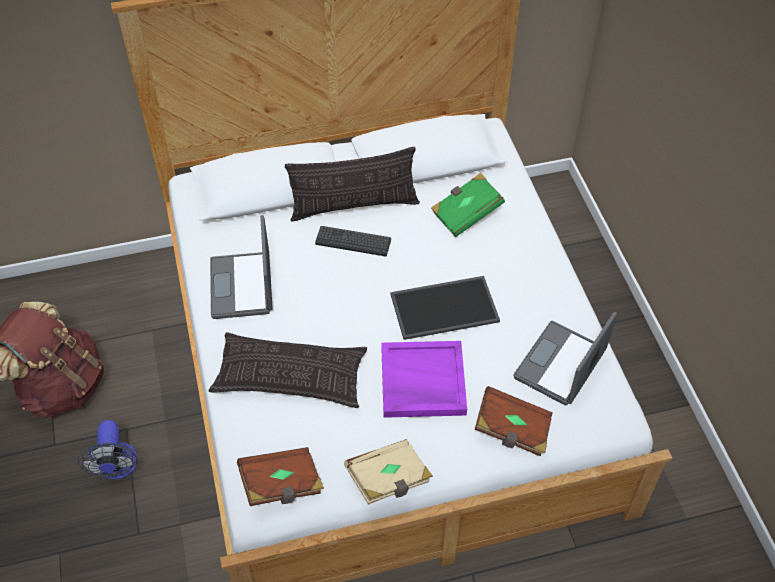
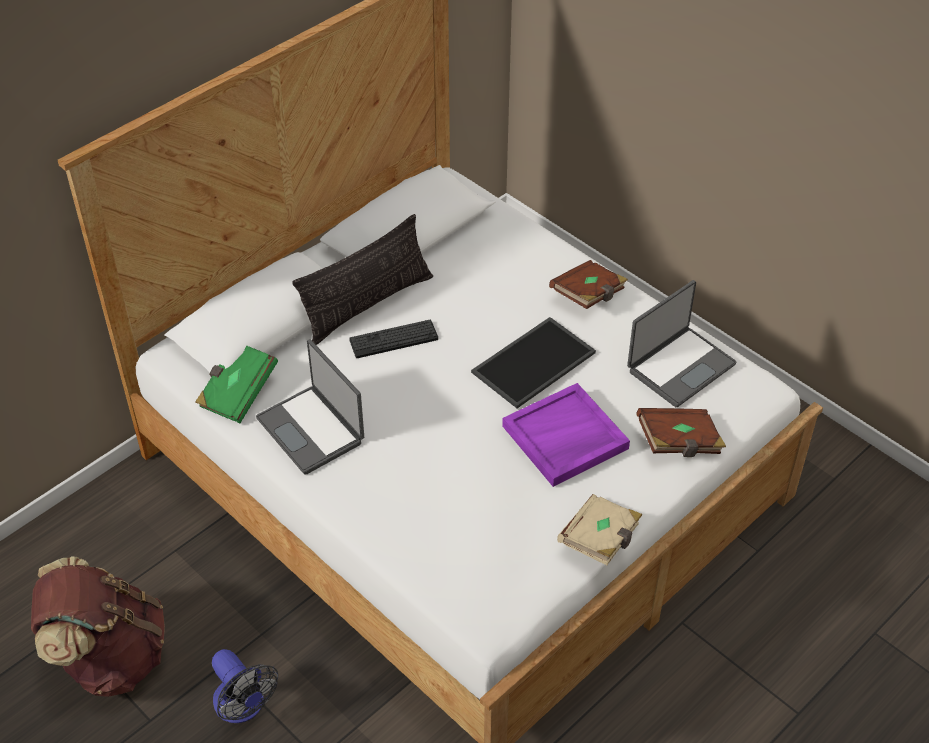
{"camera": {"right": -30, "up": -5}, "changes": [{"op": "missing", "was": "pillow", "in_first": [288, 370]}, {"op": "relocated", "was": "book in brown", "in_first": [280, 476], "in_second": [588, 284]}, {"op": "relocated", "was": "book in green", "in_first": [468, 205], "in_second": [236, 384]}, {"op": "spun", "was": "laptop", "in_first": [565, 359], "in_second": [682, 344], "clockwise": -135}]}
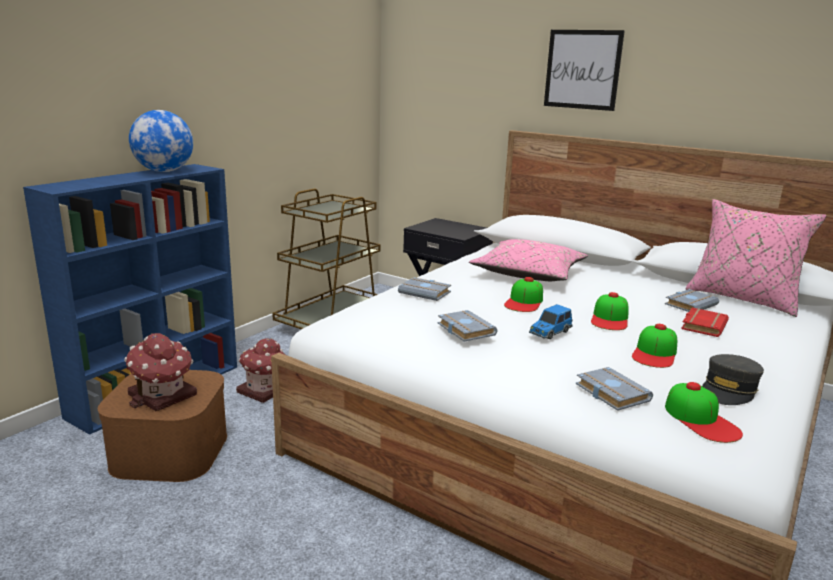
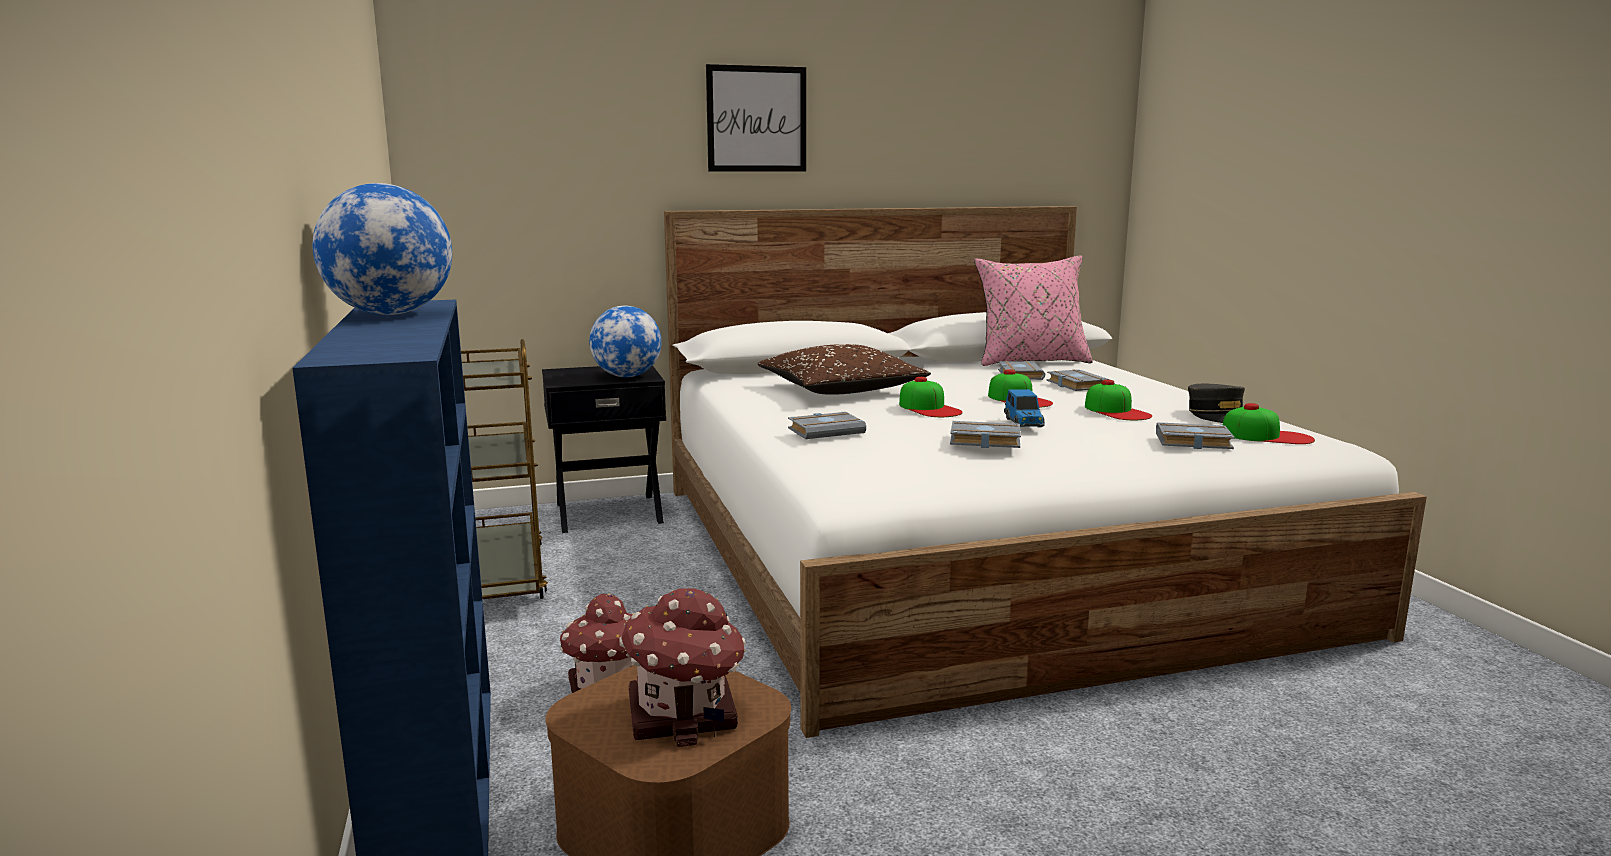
{"camera": {"right": -50, "up": -5}, "changes": [{"op": "colour", "was": "pillow in pink", "now": "pillow in brown", "in_first": [528, 260], "in_second": [844, 369]}, {"op": "colour", "was": "book in red", "now": "book in grey", "in_first": [705, 322], "in_second": [1078, 380]}, {"op": "appeared", "now": "globe", "in_second": [625, 341]}]}
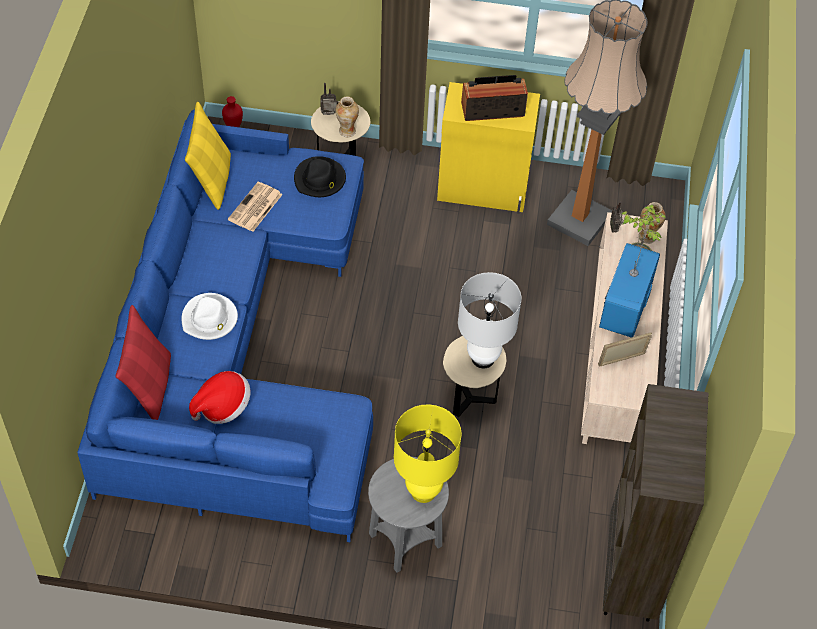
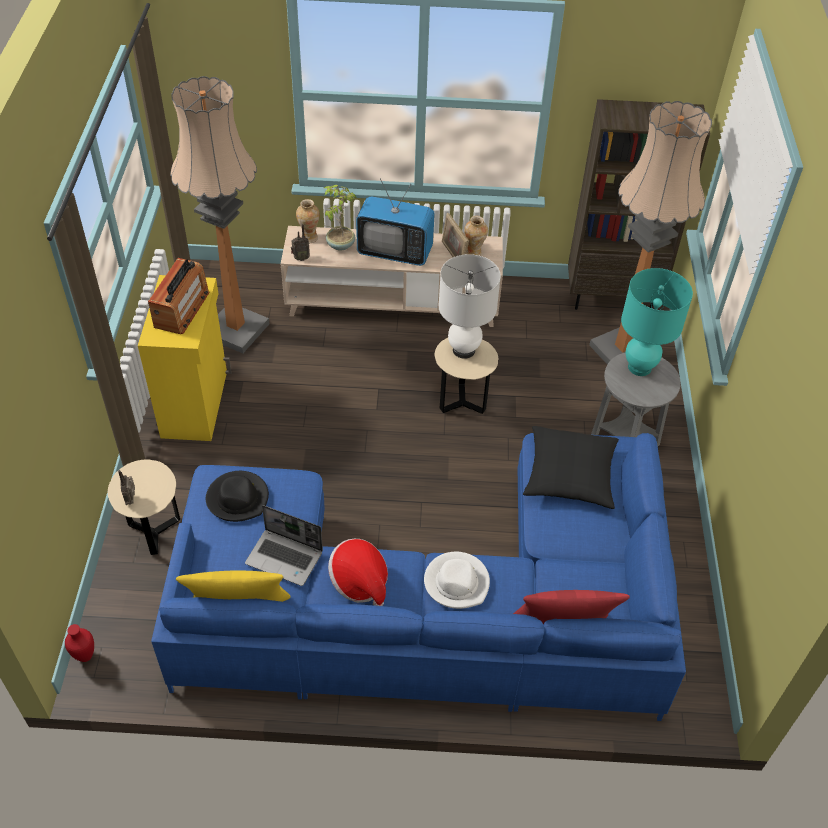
{"camera": {"right": -95, "up": -5}, "changes": [{"op": "relocated", "was": "hat", "in_first": [219, 397], "in_second": [358, 572]}, {"op": "exchanged", "was": "newspaper", "now": "laptop", "in_first": [255, 207], "in_second": [284, 545]}, {"op": "relocated", "was": "vase", "in_first": [347, 116], "in_second": [476, 236]}, {"op": "colour", "was": "table lamp in yellow", "now": "table lamp in turquoise", "in_first": [428, 453], "in_second": [657, 322]}, {"op": "spun", "was": "radio", "in_first": [494, 98], "in_second": [179, 296], "clockwise": -150}, {"op": "appeared", "now": "pillow in black", "in_second": [571, 467]}, {"op": "appeared", "now": "floor lamp", "in_second": [650, 232]}]}
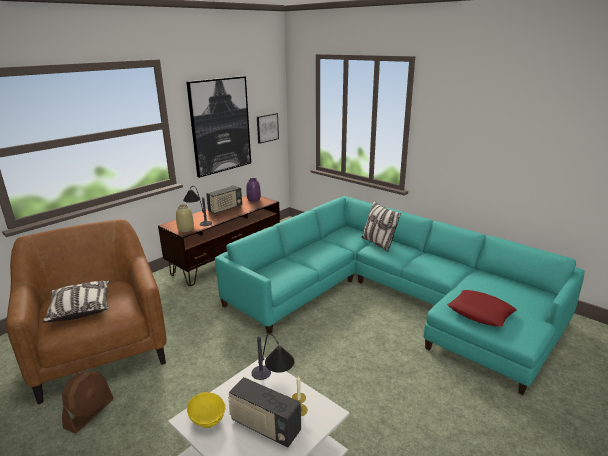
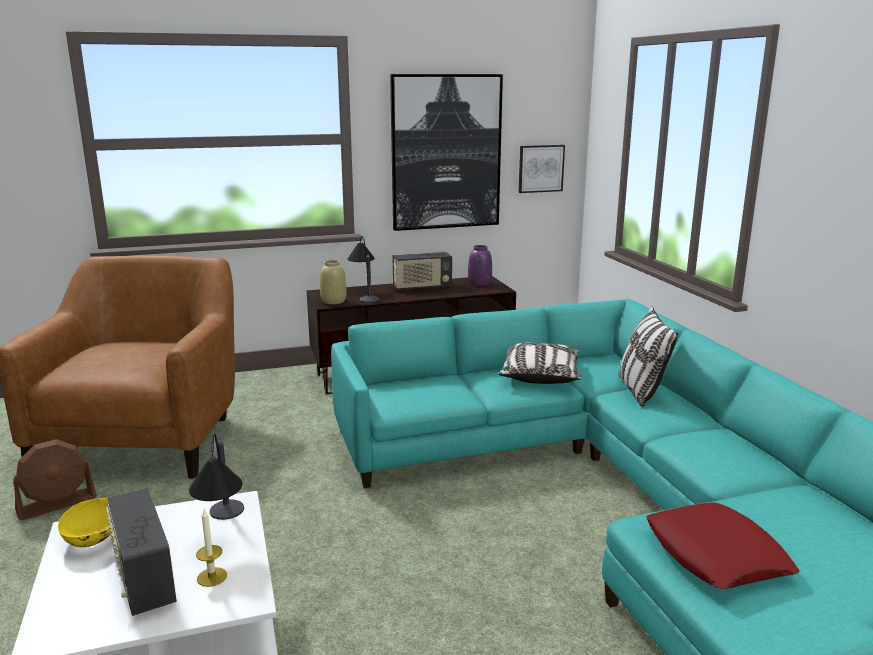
{"camera": {"right": 30, "up": -5}, "changes": [{"op": "relocated", "was": "pillow", "in_first": [75, 301], "in_second": [540, 363]}]}
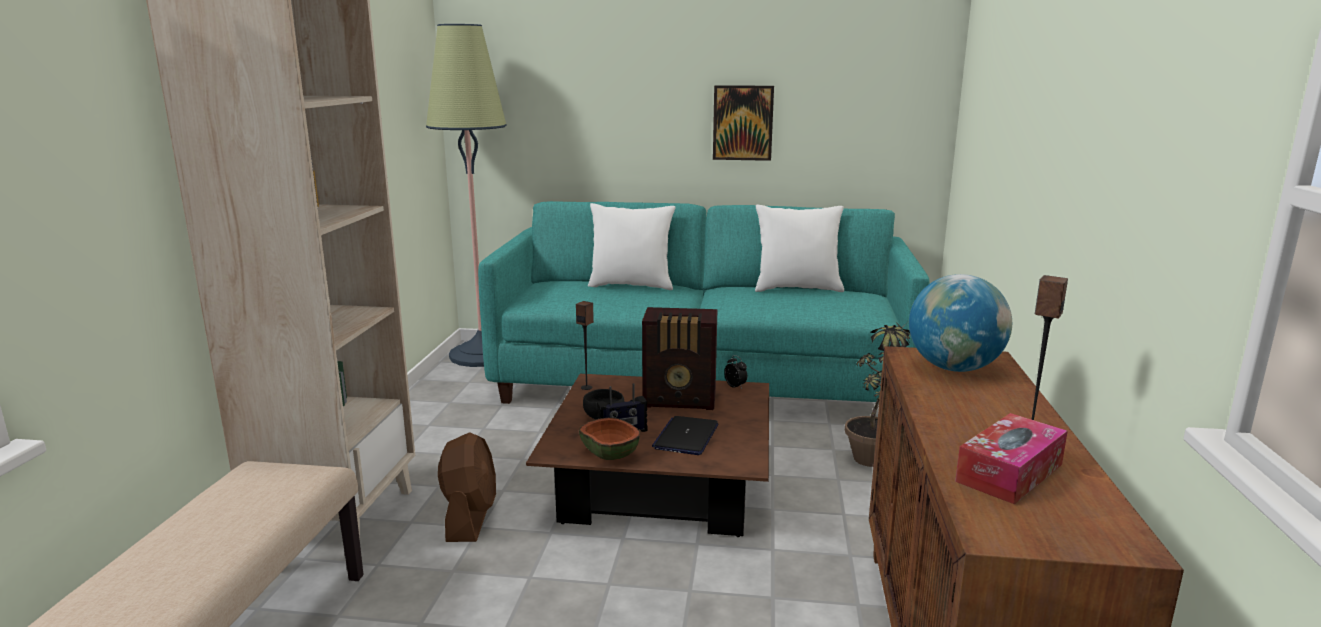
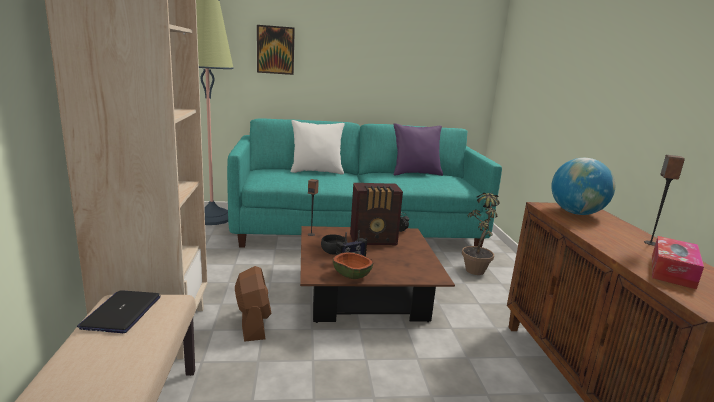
{"camera": {"right": -15, "up": 0}, "changes": [{"op": "relocated", "was": "laptop", "in_first": [685, 435], "in_second": [119, 311]}, {"op": "relocated", "was": "picture", "in_first": [743, 123], "in_second": [276, 50]}, {"op": "colour", "was": "pillow in white", "now": "pillow in purple", "in_first": [799, 248], "in_second": [418, 149]}]}
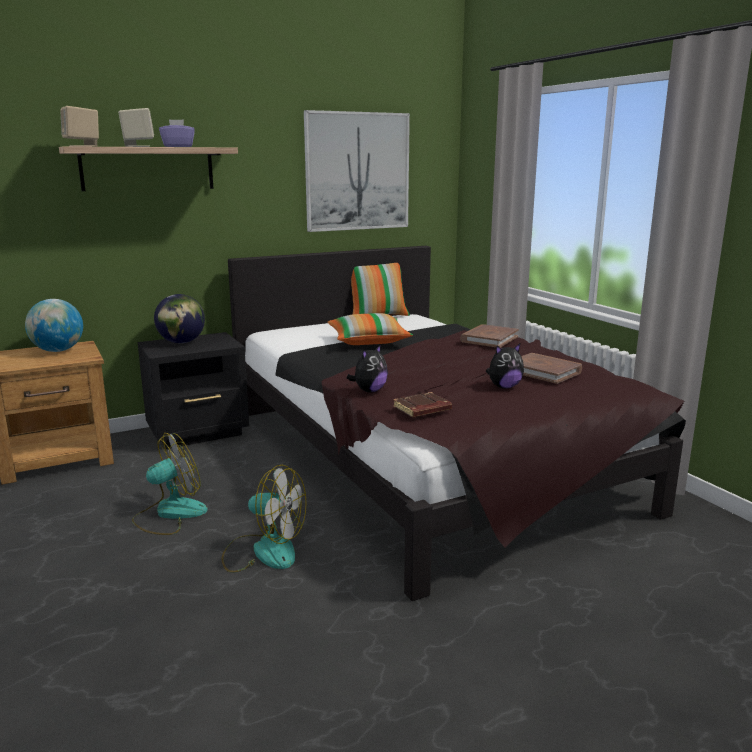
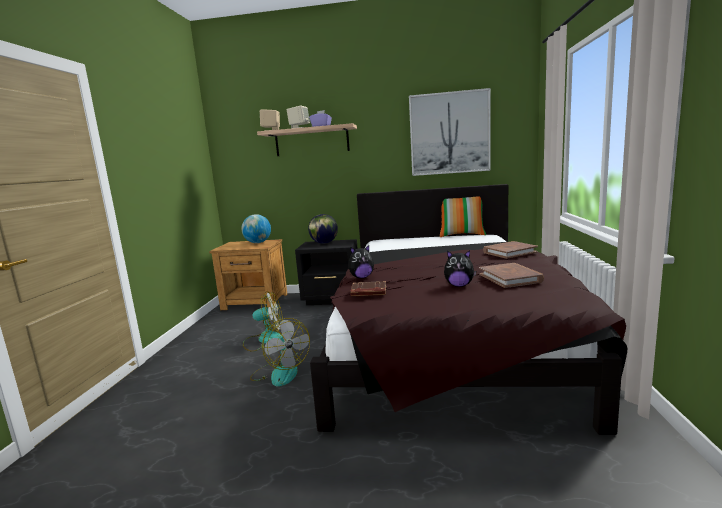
{"camera": {"right": 35, "up": -5}, "changes": [{"op": "missing", "was": "pillow", "in_first": [370, 329]}]}
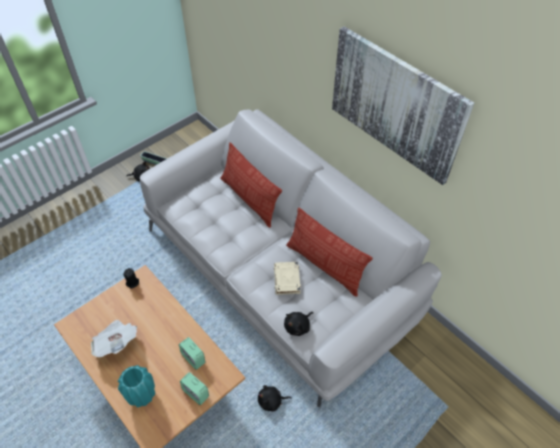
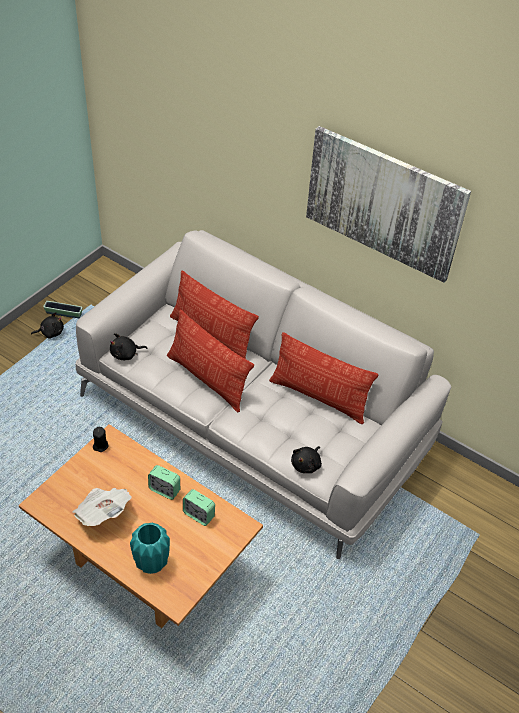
{"camera": {"right": -15, "up": -5}, "changes": [{"op": "relocated", "was": "alarm clock", "in_first": [194, 388], "in_second": [164, 482]}, {"op": "relocated", "was": "plush toy in black", "in_first": [275, 398], "in_second": [128, 346]}, {"op": "missing", "was": "book in beige", "in_first": [287, 278]}, {"op": "appeared", "now": "pillow", "in_second": [210, 360]}]}
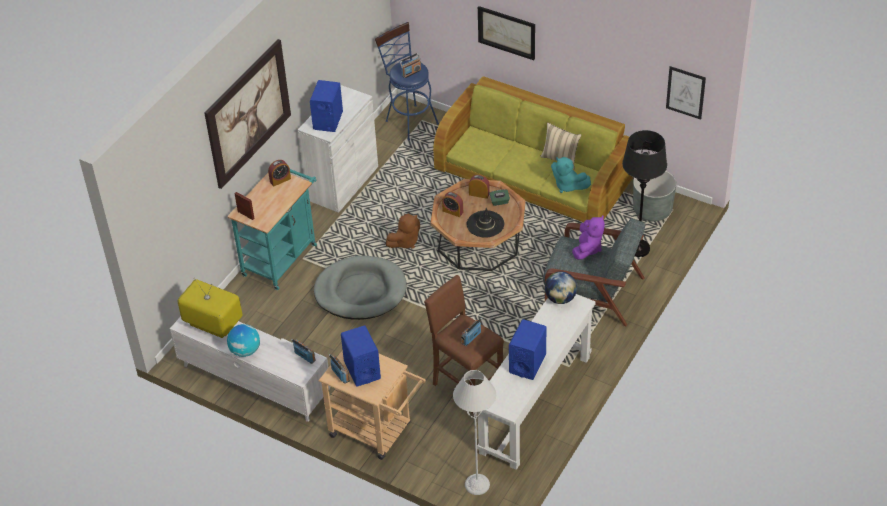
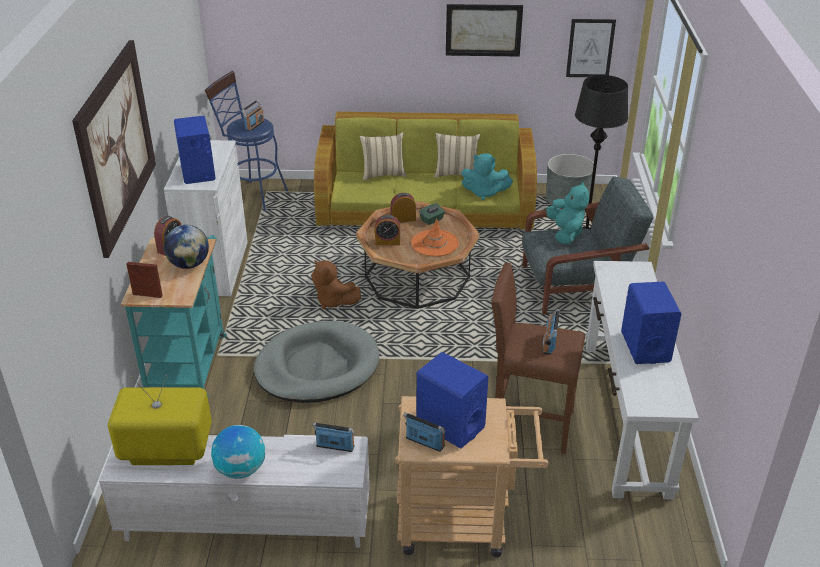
{"camera": {"right": -30, "up": -10}, "changes": [{"op": "spun", "was": "plush toy in brown", "in_first": [403, 231], "in_second": [336, 284], "clockwise": 105}, {"op": "missing", "was": "floor lamp in grey", "in_first": [474, 432]}, {"op": "colour", "was": "hat in black", "now": "hat in orange", "in_first": [485, 223], "in_second": [435, 237]}, {"op": "relocated", "was": "picture", "in_first": [506, 33], "in_second": [484, 30]}, {"op": "relocated", "was": "globe", "in_first": [561, 287], "in_second": [186, 247]}, {"op": "colour", "was": "plush toy in purple", "now": "plush toy in turquoise", "in_first": [588, 238], "in_second": [567, 213]}, {"op": "appeared", "now": "pillow in beige", "in_second": [383, 156]}]}
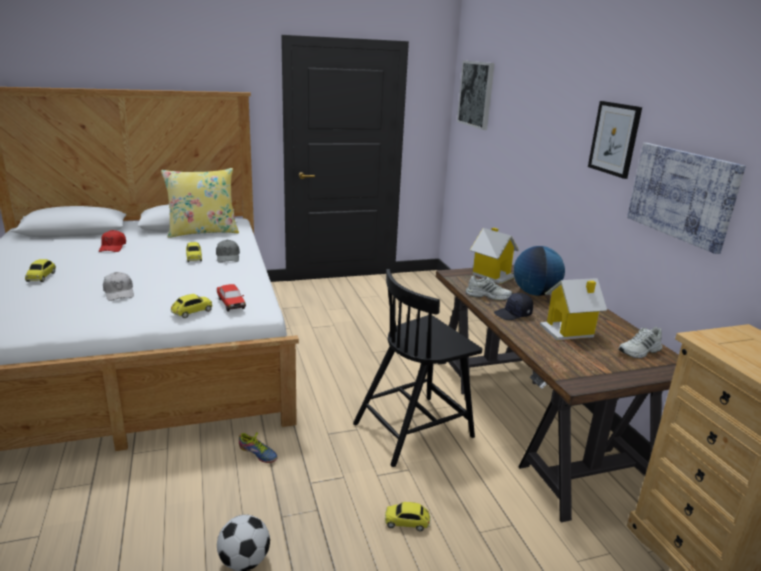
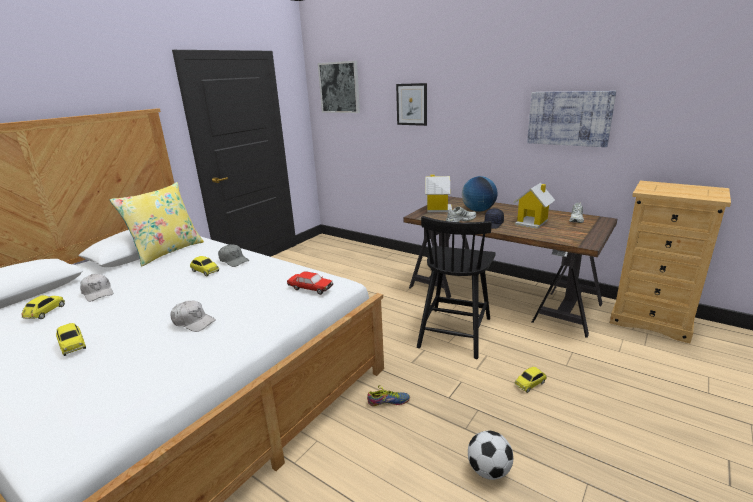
{"camera": {"right": -35, "up": 0}, "changes": [{"op": "colour", "was": "cap in red", "now": "cap in white", "in_first": [112, 241], "in_second": [96, 288]}, {"op": "relocated", "was": "toy car", "in_first": [191, 306], "in_second": [43, 307]}, {"op": "relocated", "was": "picture", "in_first": [615, 140], "in_second": [411, 104]}]}
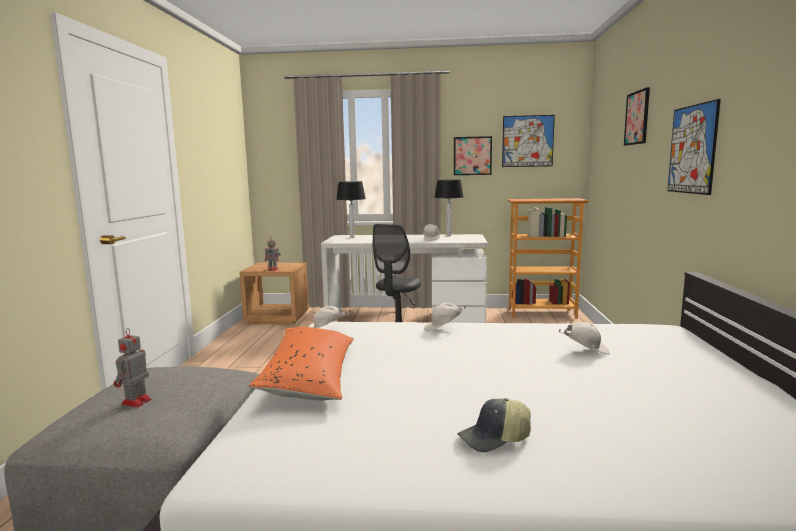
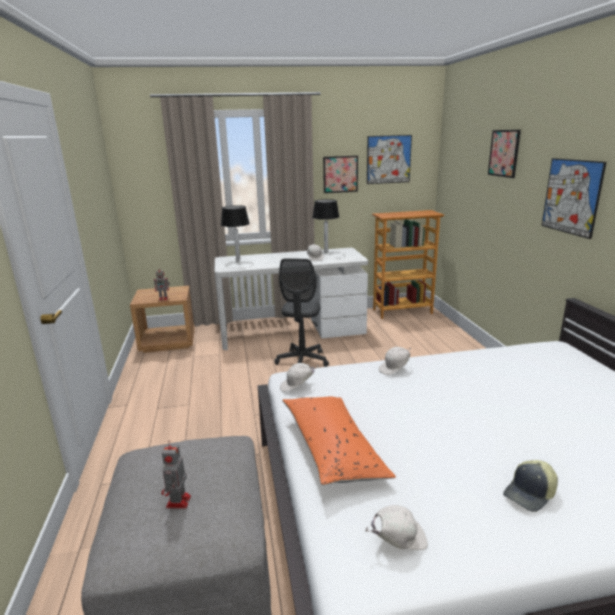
{"camera": {"right": -15, "up": 10}, "changes": [{"op": "relocated", "was": "cap in white", "in_first": [584, 338], "in_second": [396, 527]}]}
